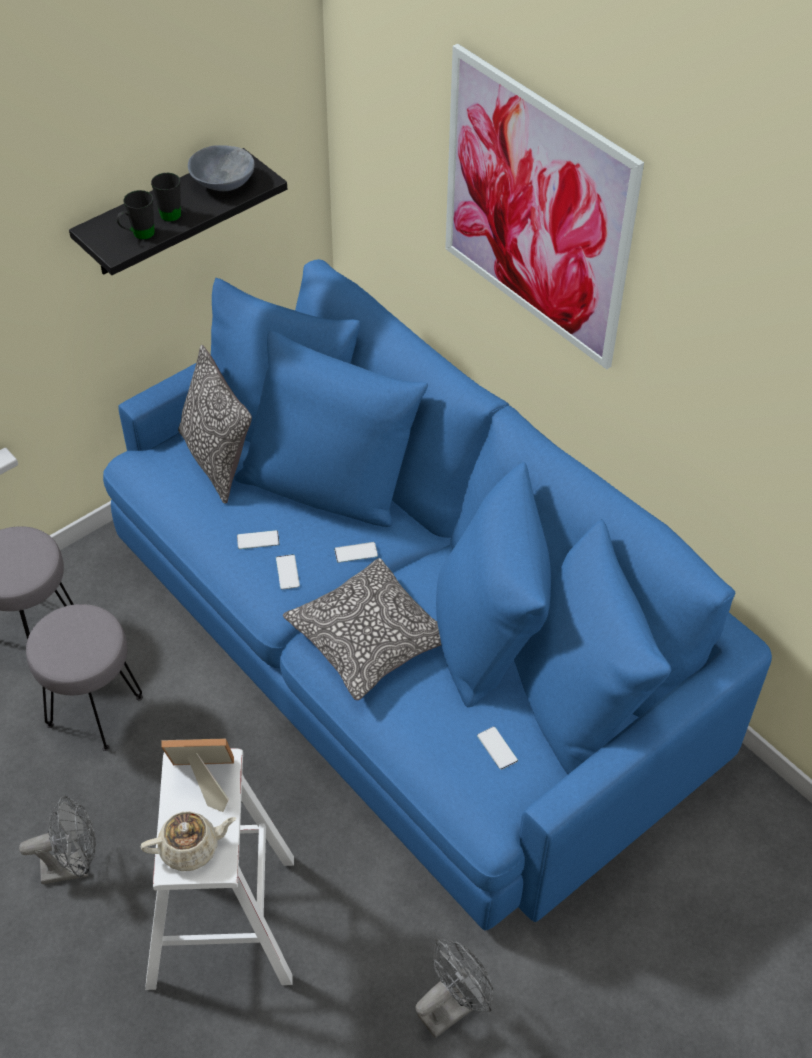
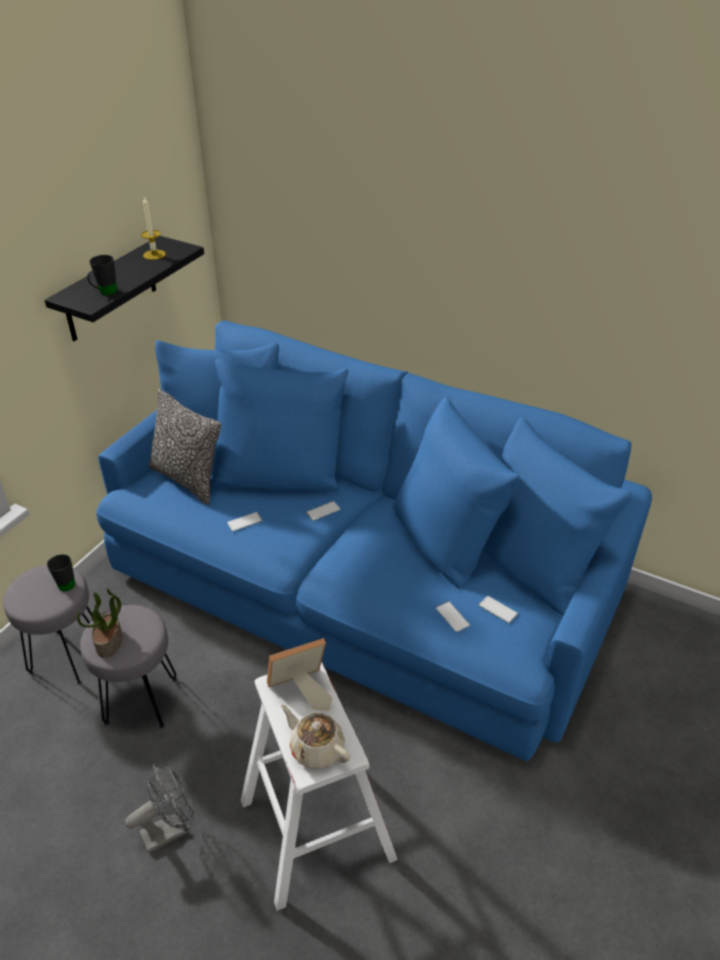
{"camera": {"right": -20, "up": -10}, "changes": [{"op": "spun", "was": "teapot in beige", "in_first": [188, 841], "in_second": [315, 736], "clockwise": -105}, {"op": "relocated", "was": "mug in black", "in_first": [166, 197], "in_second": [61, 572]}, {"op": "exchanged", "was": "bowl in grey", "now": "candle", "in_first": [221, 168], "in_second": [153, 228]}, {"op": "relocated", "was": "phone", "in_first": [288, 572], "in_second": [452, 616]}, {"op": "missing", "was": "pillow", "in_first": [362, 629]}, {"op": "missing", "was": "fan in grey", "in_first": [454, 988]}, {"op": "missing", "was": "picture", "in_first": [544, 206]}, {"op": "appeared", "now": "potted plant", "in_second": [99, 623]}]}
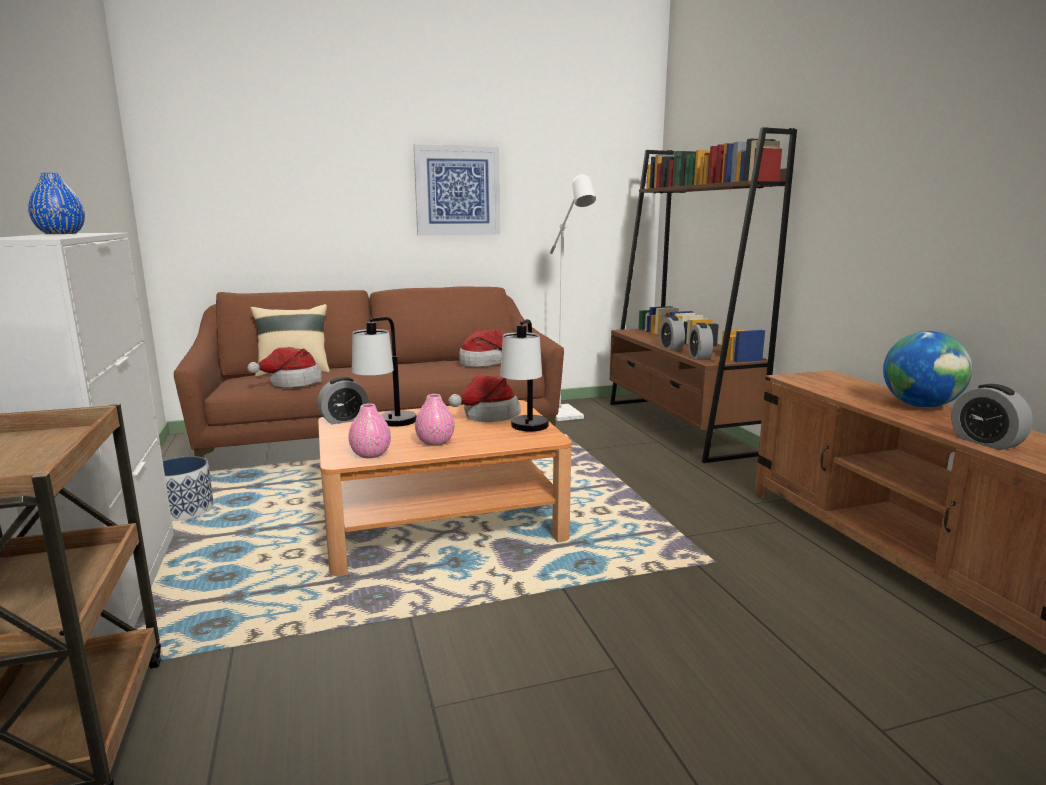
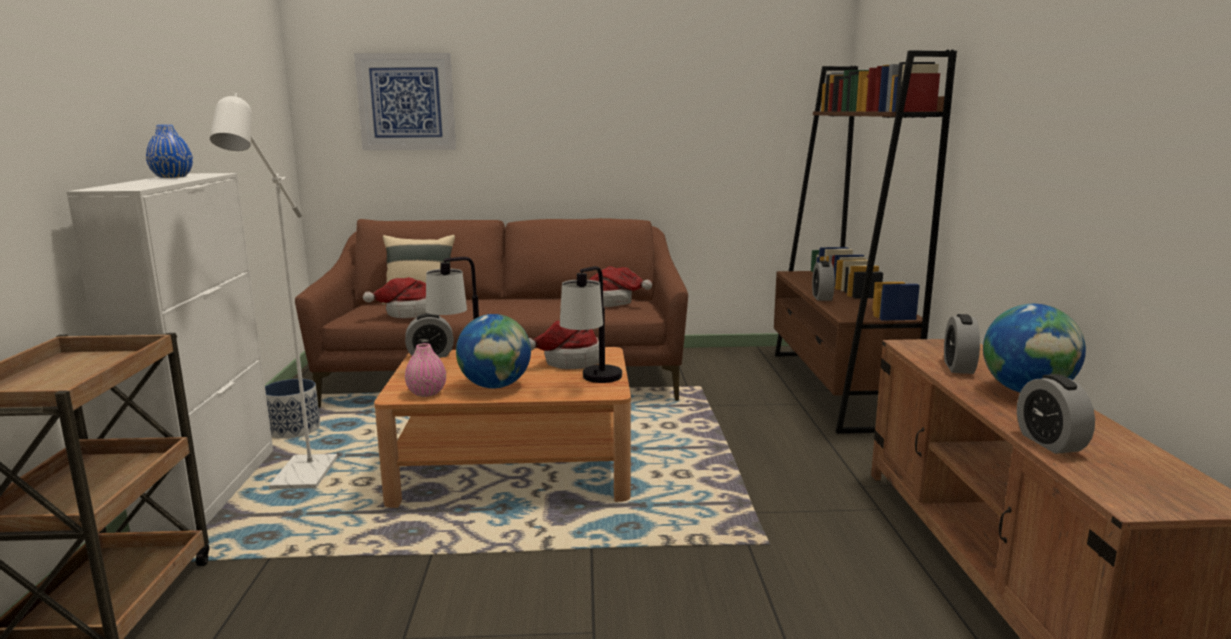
{"camera": {"right": 15, "up": 0}, "changes": [{"op": "relocated", "was": "picture", "in_first": [457, 189], "in_second": [405, 101]}, {"op": "exchanged", "was": "vase in pink", "now": "globe", "in_first": [435, 420], "in_second": [493, 351]}, {"op": "relocated", "was": "floor lamp in white", "in_first": [573, 297], "in_second": [274, 291]}, {"op": "relocated", "was": "alarm clock", "in_first": [700, 341], "in_second": [962, 344]}]}
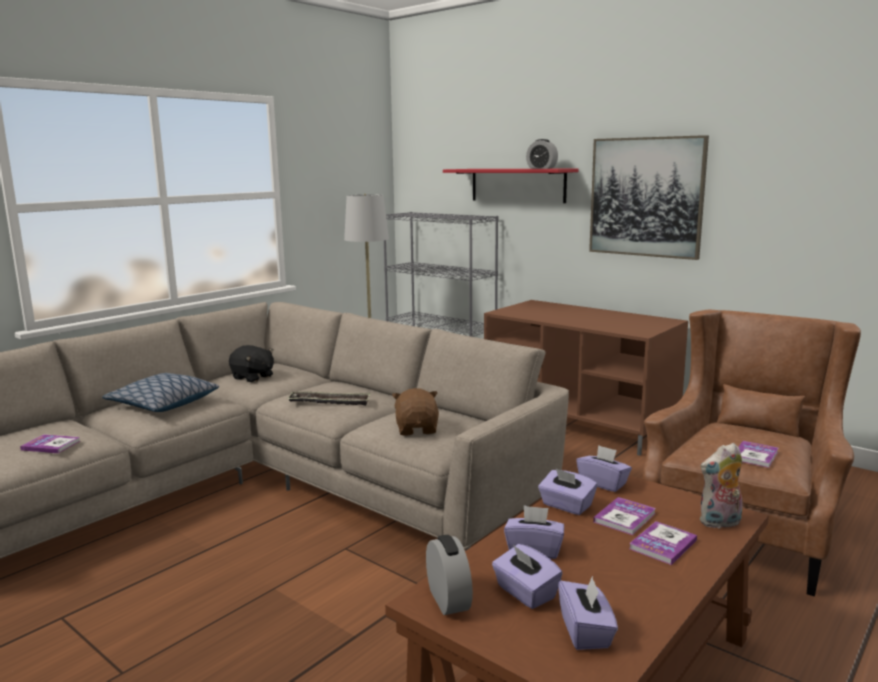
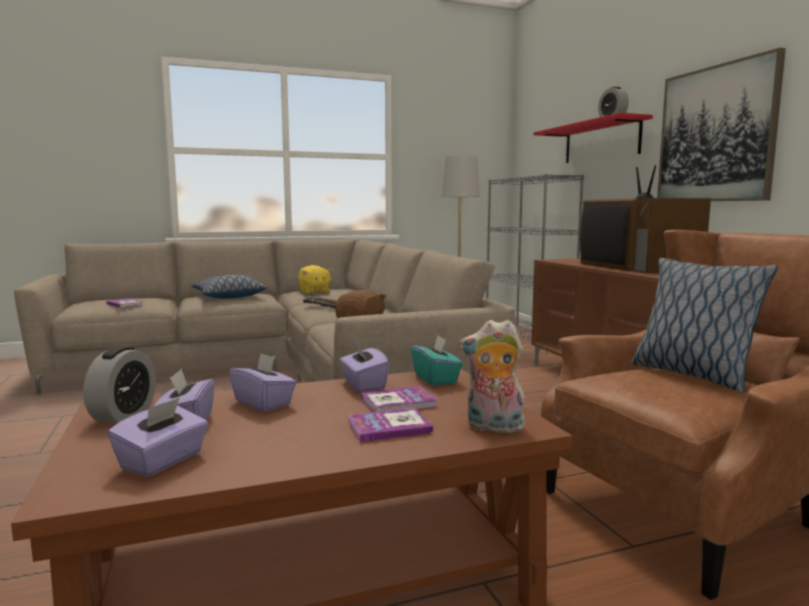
{"camera": {"right": 30, "up": -5}, "changes": [{"op": "colour", "was": "plush toy in black", "now": "plush toy in yellow", "in_first": [251, 363], "in_second": [315, 279]}, {"op": "colour", "was": "tissue box in purple", "now": "tissue box in turquoise", "in_first": [604, 468], "in_second": [437, 360]}, {"op": "missing", "was": "book", "in_first": [758, 454]}, {"op": "appeared", "now": "television", "in_second": [645, 219]}, {"op": "appeared", "now": "pillow", "in_second": [704, 325]}]}
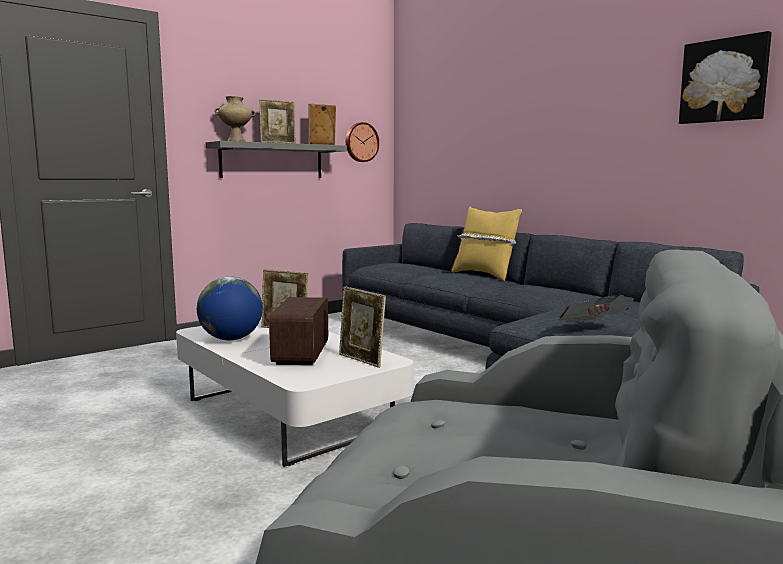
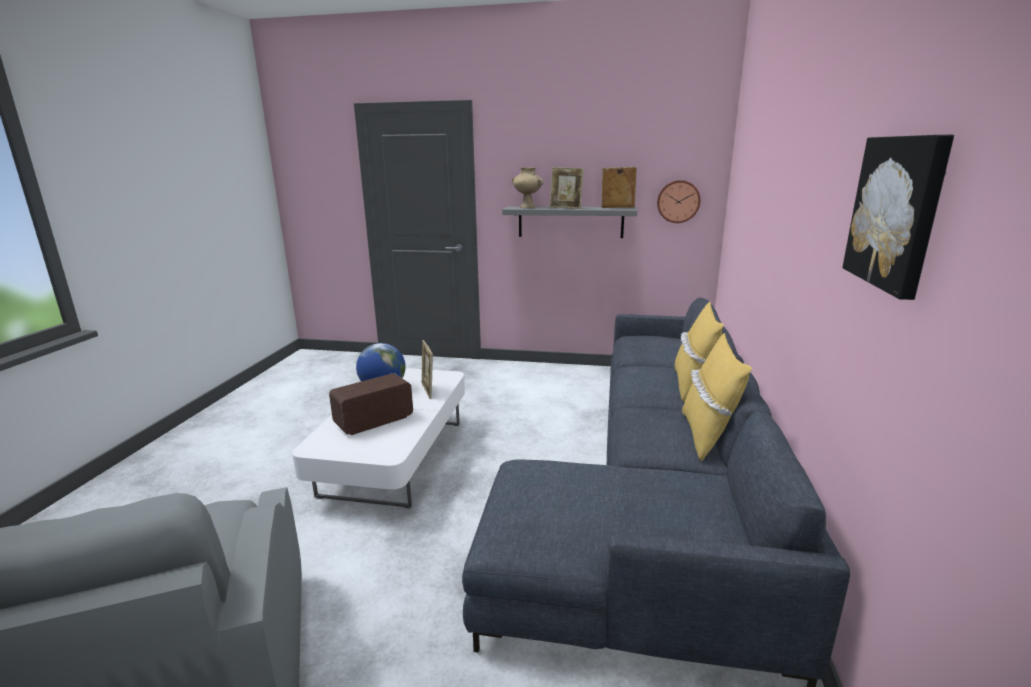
{"camera": {"right": 50, "up": 10}, "changes": [{"op": "missing", "was": "picture frame", "in_first": [362, 327]}, {"op": "missing", "was": "newspaper", "in_first": [596, 308]}, {"op": "appeared", "now": "pillow in yellow", "in_second": [717, 397]}]}
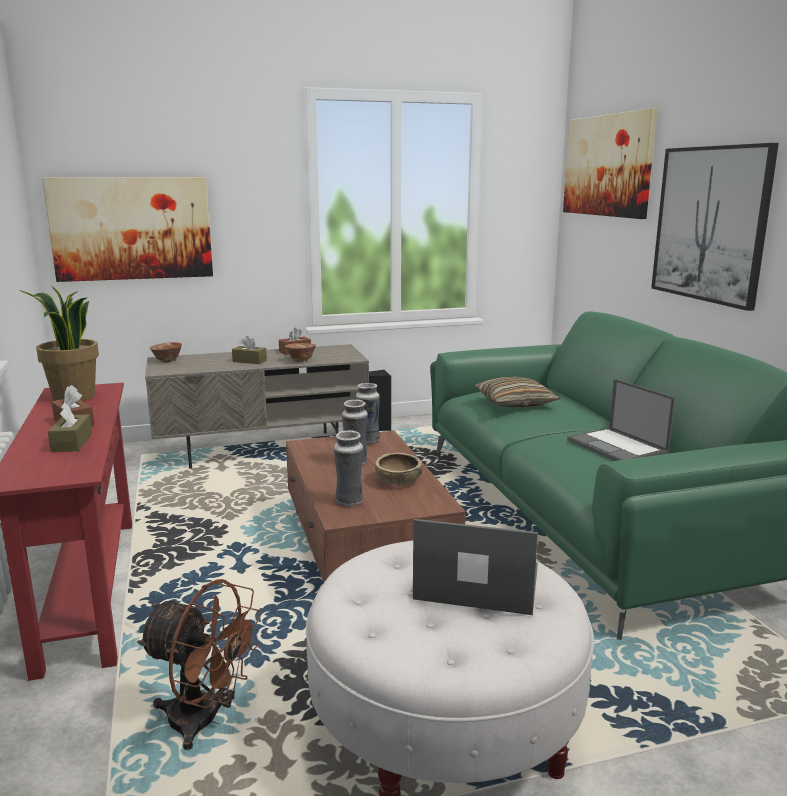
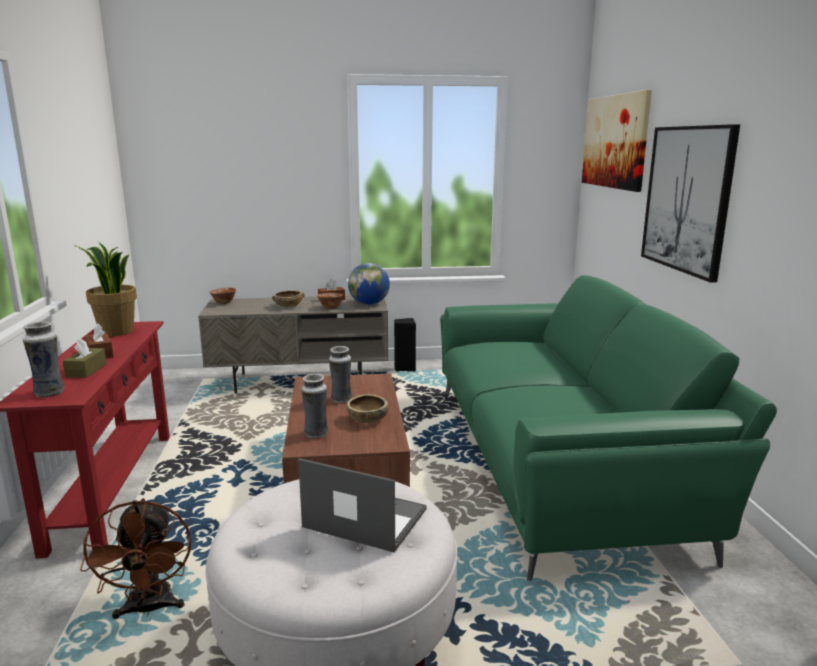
{"camera": {"right": 10, "up": 0}, "changes": [{"op": "missing", "was": "picture", "in_first": [127, 229]}, {"op": "spun", "was": "fan in brown", "in_first": [199, 664], "in_second": [136, 558], "clockwise": 45}, {"op": "exchanged", "was": "tissue box in brown", "now": "bowl in brown", "in_first": [249, 350], "in_second": [288, 298]}, {"op": "relocated", "was": "vase", "in_first": [368, 414], "in_second": [44, 360]}, {"op": "missing", "was": "pillow", "in_first": [517, 392]}, {"op": "missing", "was": "laptop", "in_first": [621, 420]}, {"op": "appeared", "now": "globe", "in_second": [369, 284]}]}
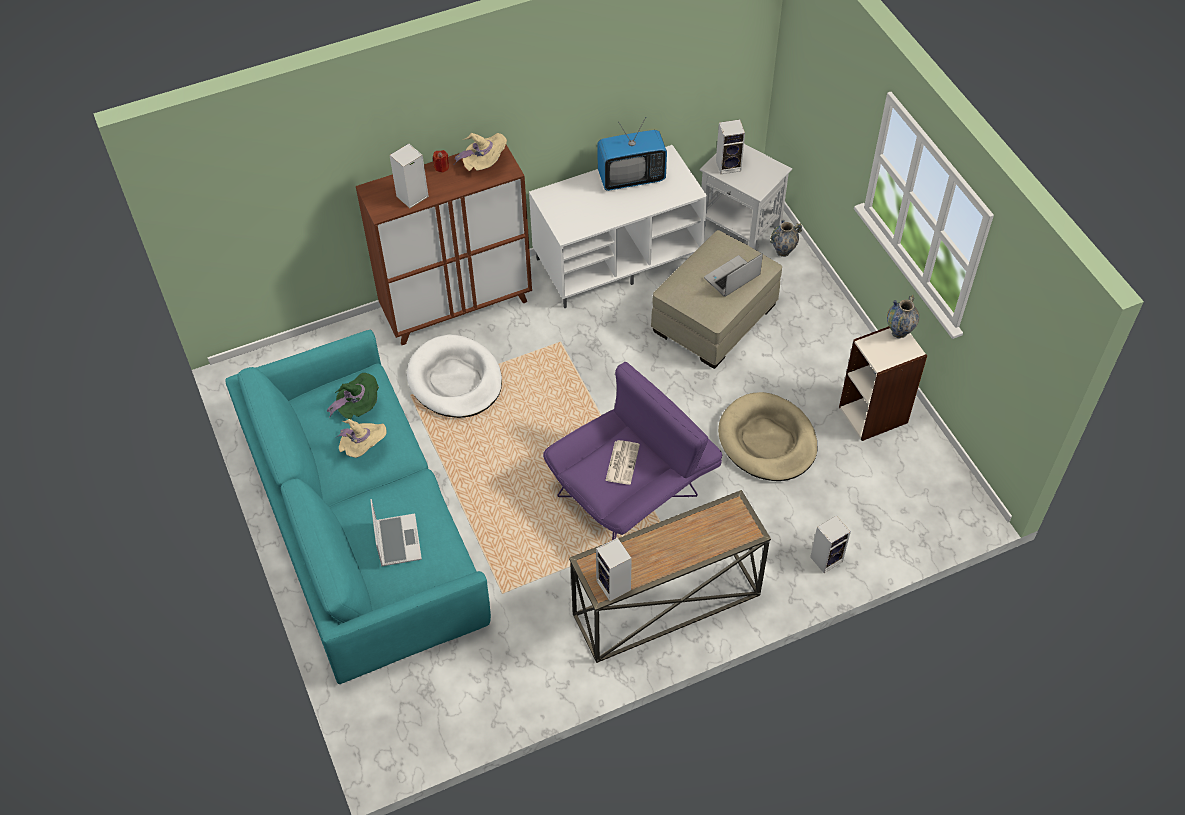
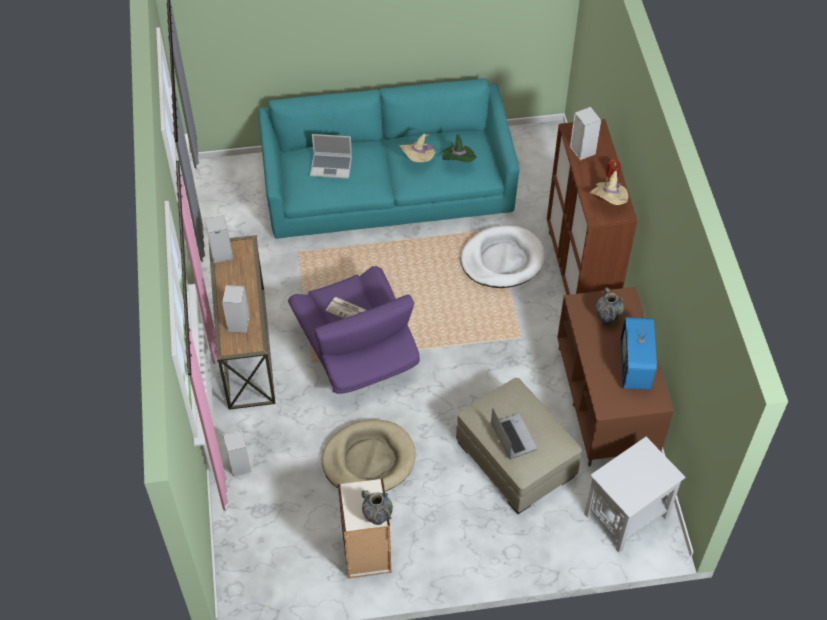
{"camera": {"right": 105, "up": 0}, "changes": [{"op": "colour", "was": "tv stand in white", "now": "tv stand in brown", "in_first": [618, 226], "in_second": [615, 376]}, {"op": "relocated", "was": "speaker", "in_first": [730, 147], "in_second": [236, 309]}, {"op": "relocated", "was": "vase", "in_first": [786, 238], "in_second": [610, 306]}]}
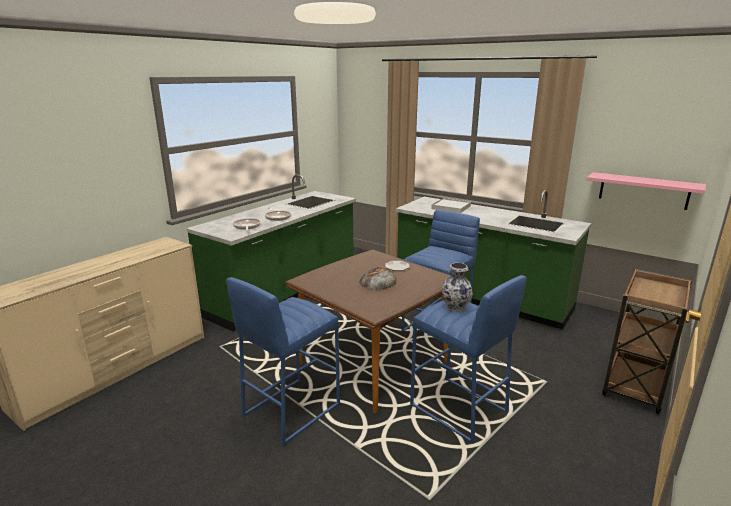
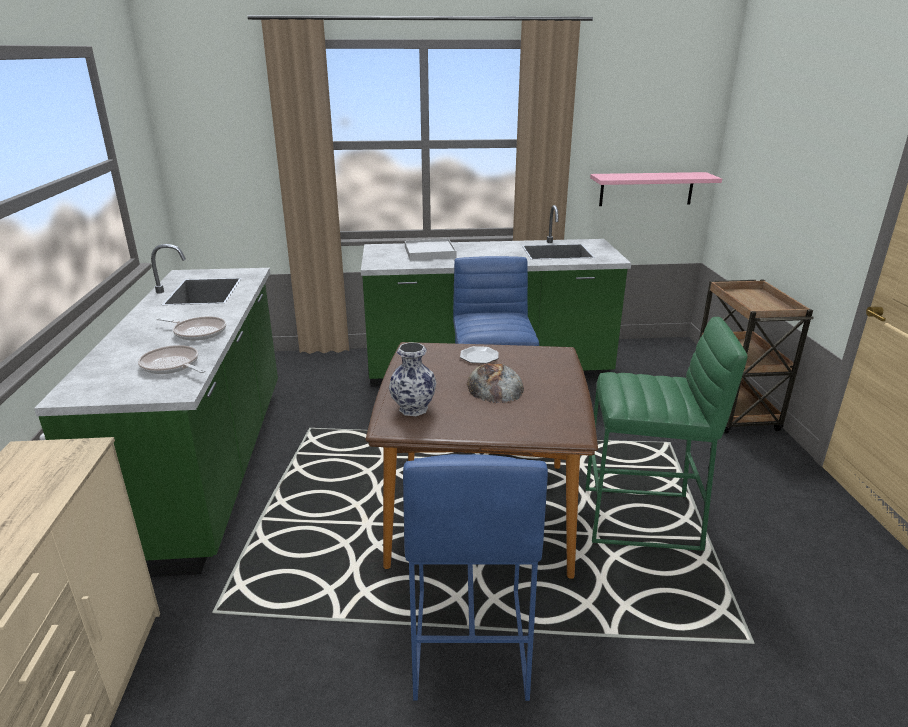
{"camera": {"right": -40, "up": 5}, "changes": [{"op": "colour", "was": "stool in blue", "now": "stool in green", "in_first": [468, 359], "in_second": [666, 434]}, {"op": "relocated", "was": "vase", "in_first": [457, 287], "in_second": [412, 379]}]}
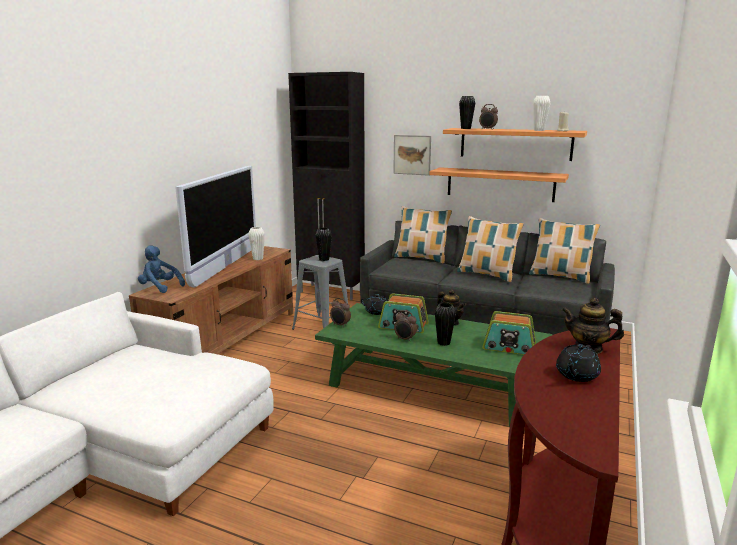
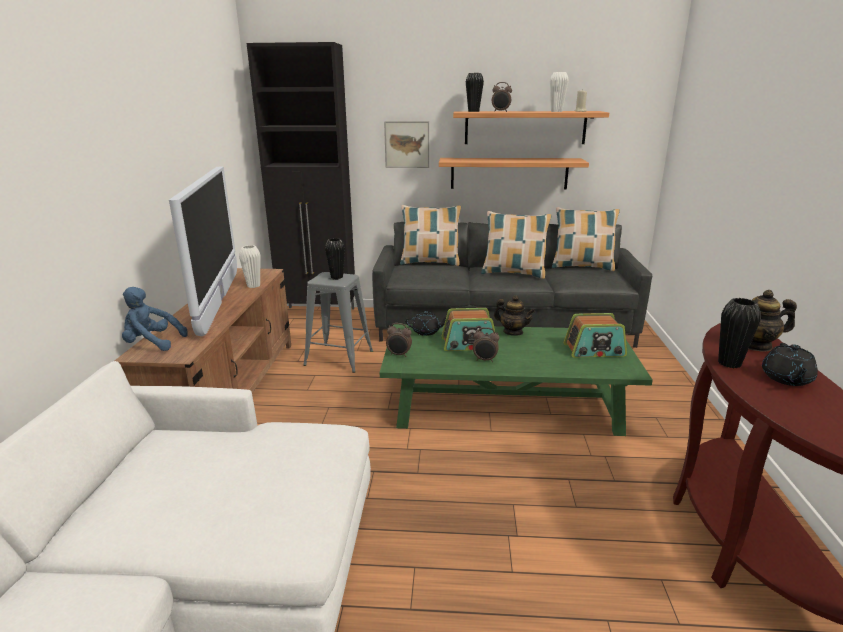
{"camera": {"right": -20, "up": 5}, "changes": [{"op": "relocated", "was": "vase in black", "in_first": [445, 324], "in_second": [739, 333]}]}
